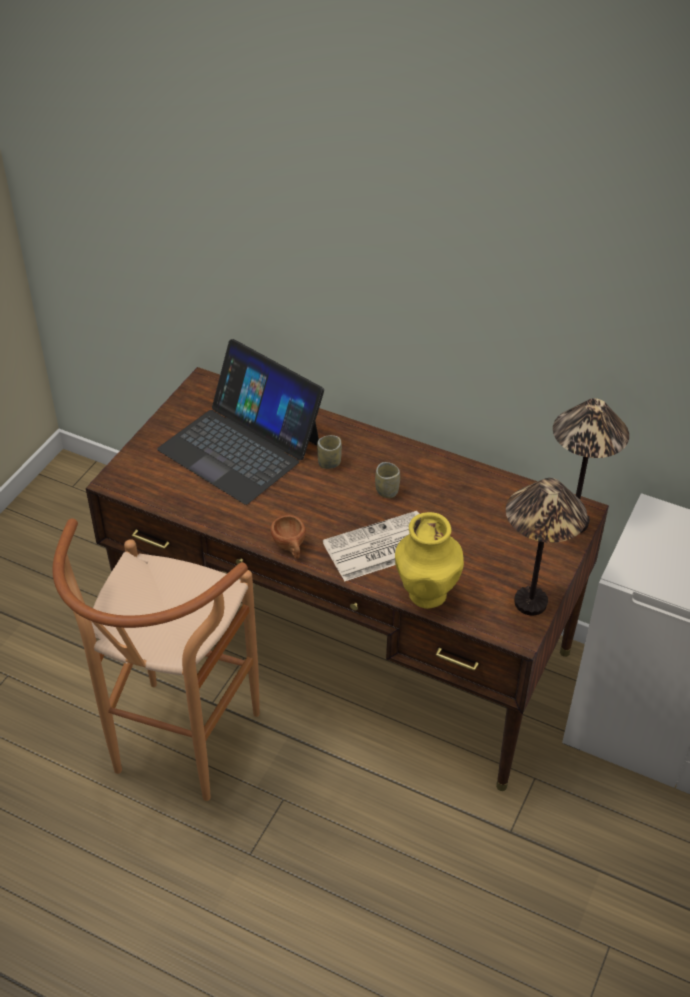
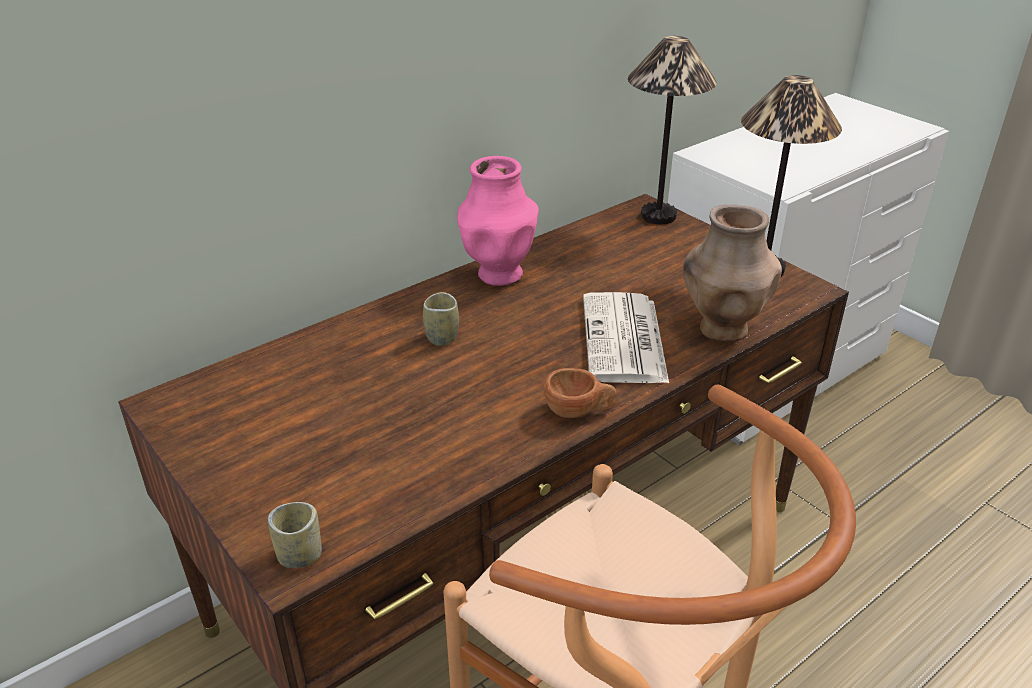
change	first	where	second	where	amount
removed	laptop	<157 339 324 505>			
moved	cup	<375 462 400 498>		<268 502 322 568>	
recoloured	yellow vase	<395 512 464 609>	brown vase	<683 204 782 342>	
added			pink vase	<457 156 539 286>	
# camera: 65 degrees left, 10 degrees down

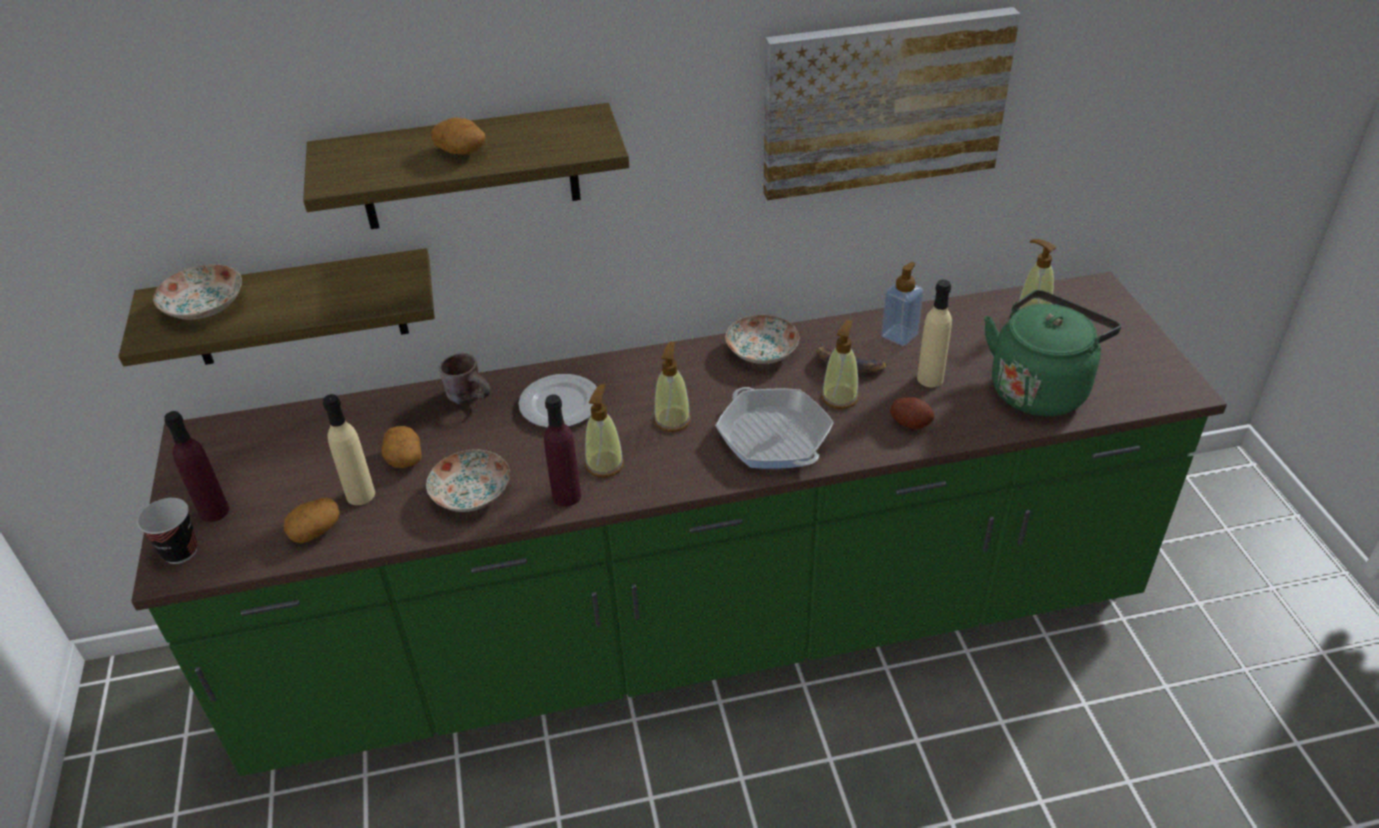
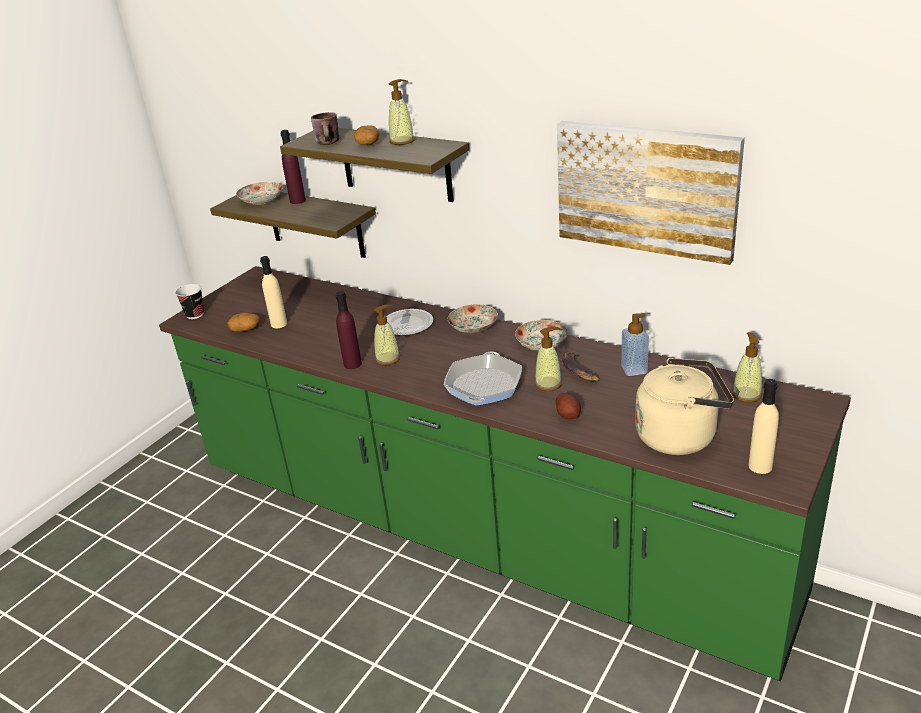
change	first	where	second	where	amount
moved	purple bottle	<165 411 229 522>		<280 130 306 204>	
removed	potato	<381 426 422 468>			
moved	plate	<426 449 510 512>		<448 304 498 333>	
moved	brown mug	<439 353 490 404>		<311 112 339 145>	
moved	soap dispenser	<654 341 691 432>		<389 79 415 145>	
moved	beige bottle	<917 279 952 387>		<748 379 779 474>	
recoloured	green kettle	<984 290 1121 416>	beige kettle	<635 358 734 455>	
# camera: 45 degrees right, 10 degrees down

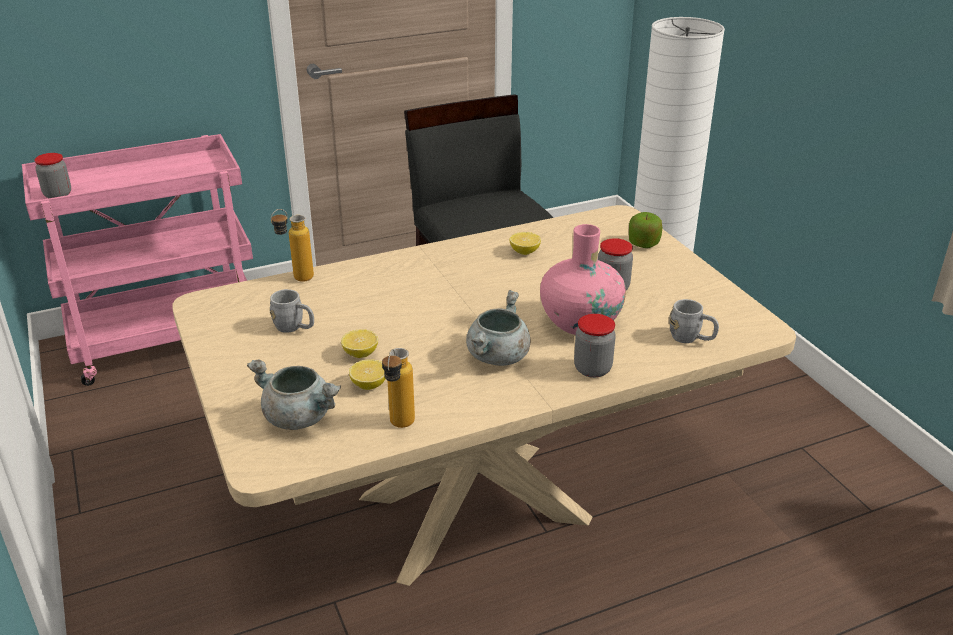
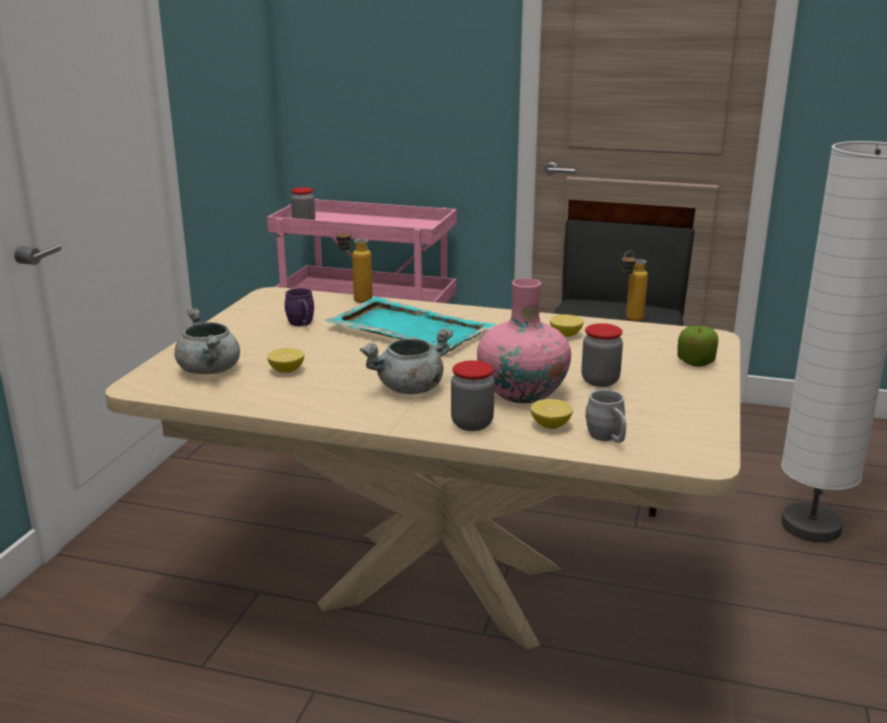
change	first	where	second	where	amount
recoloured	grey mug	<269 289 314 333>	purple mug	<284 288 314 326>	
moved	lemon	<341 329 378 358>		<531 399 573 429>	
moved	bottle	<382 348 415 428>		<621 251 648 321>	
added			turquoise tray	<324 297 496 351>	
# camera: 40 degrees right, 10 degrees down

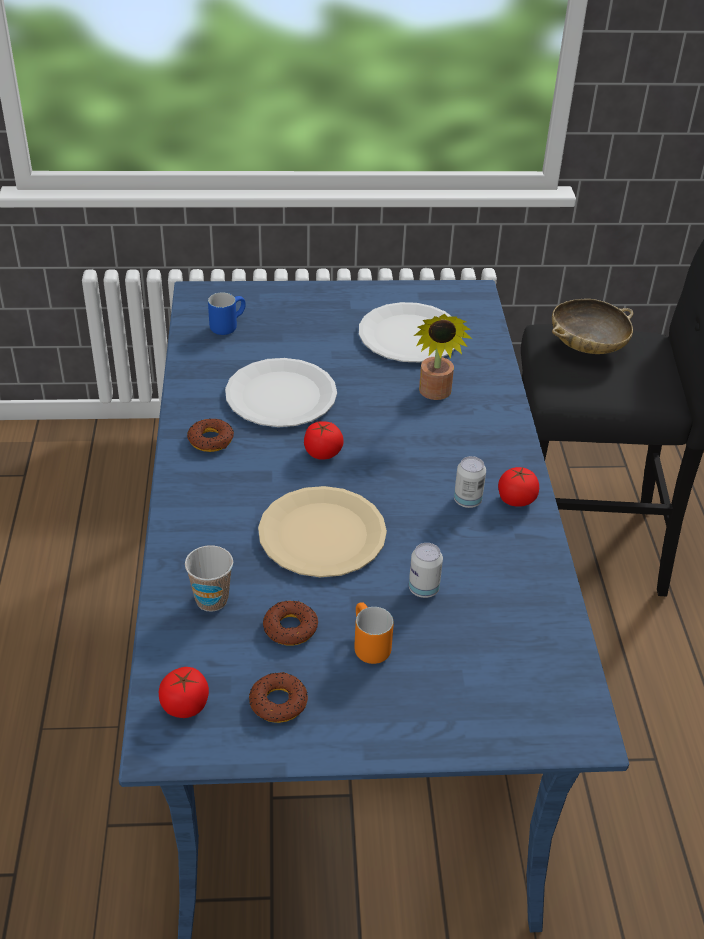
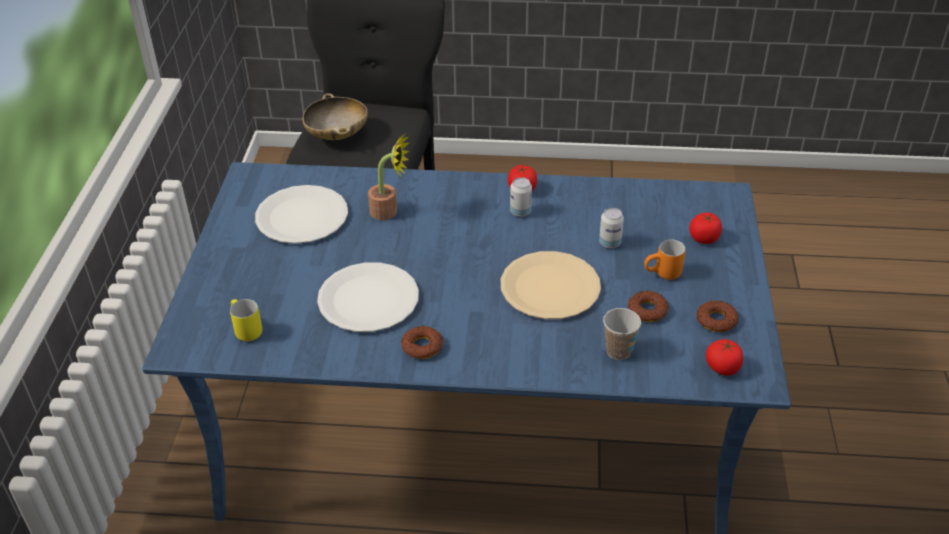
change	first	where	second	where	amount
recoloured	blue mug	<208 292 246 335>	yellow mug	<230 299 262 341>	
moved	tomato	<304 421 344 460>		<689 212 722 244>	
# camera: 80 degrees left, 0 degrees up

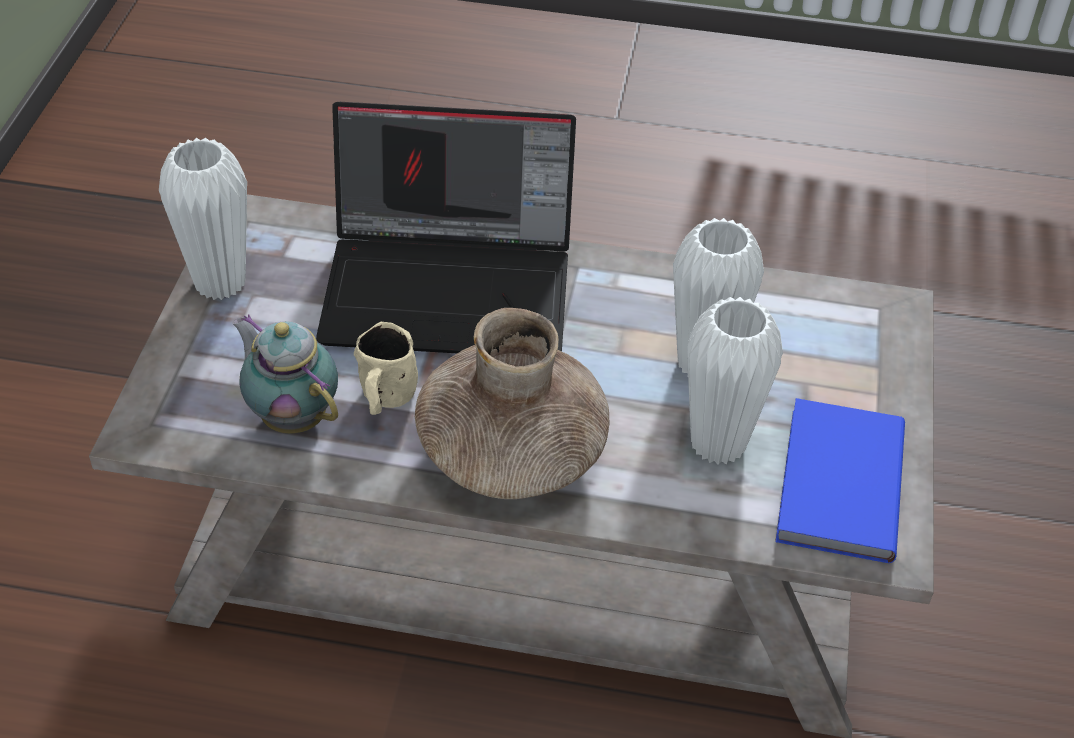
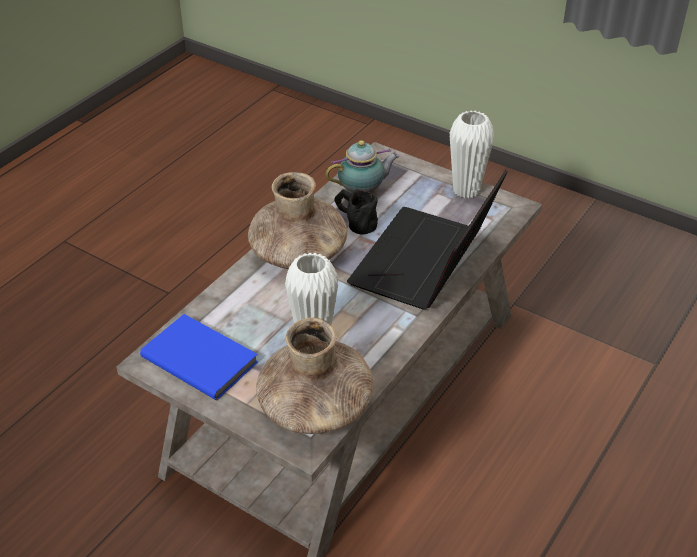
change	first	where	second	where	amount
recoloured	beige mug	<354 322 418 415>	black mug	<335 189 378 234>	
removed	white vase	<687 297 783 465>			
added			brown vase	<256 318 373 434>	
# camera: 115 degrees right, 5 degrees down

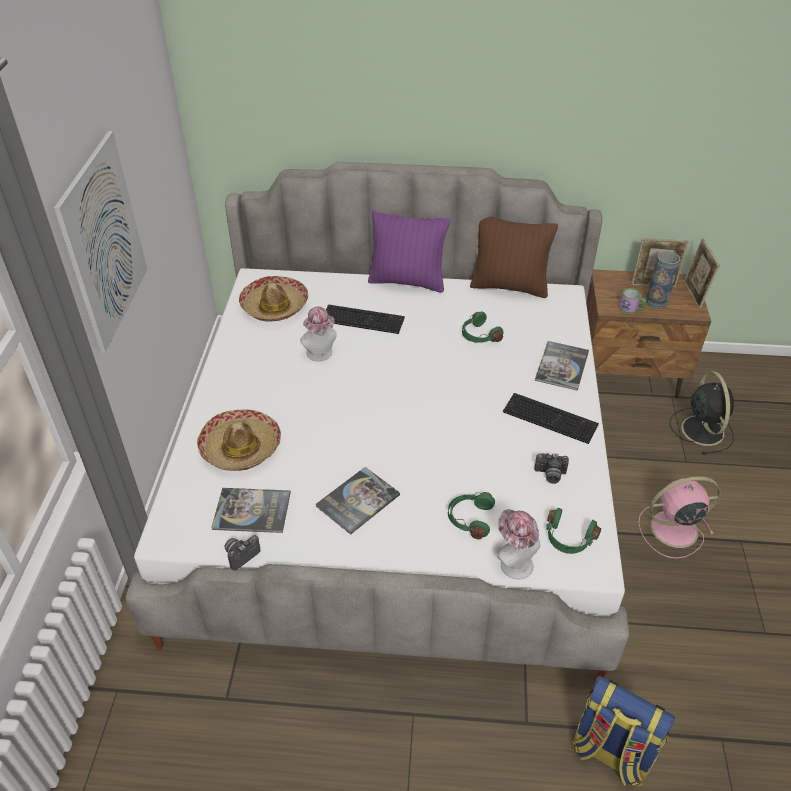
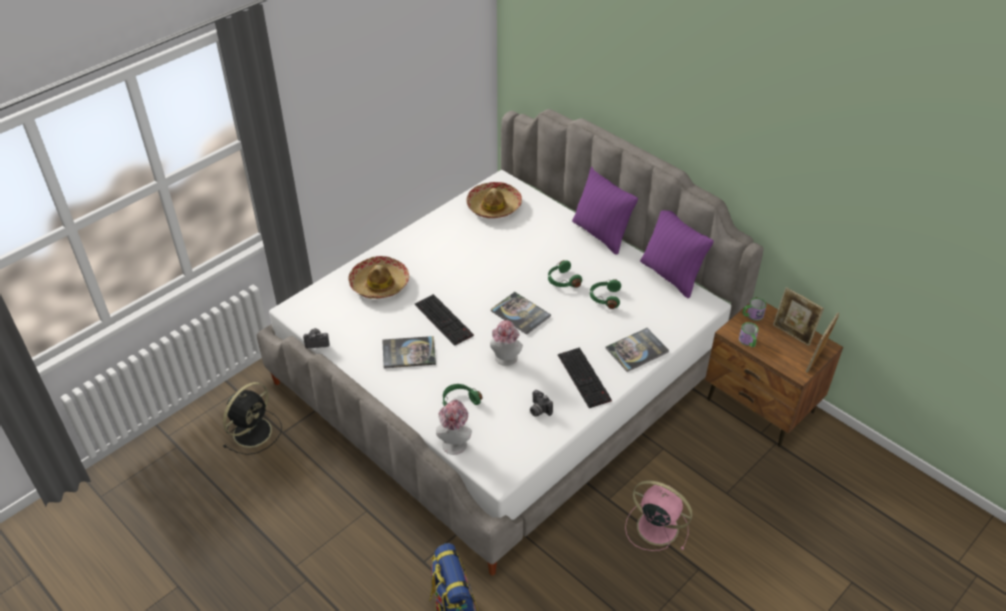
change	first	where	second	where	amount
removed	picture	<54 131 147 353>			
moved	book	<211 488 291 533>		<491 292 551 335>	
moved	hat	<300 307 337 361>		<490 320 523 366>	
moved	keyboard	<326 305 405 334>		<415 294 474 346>	
recoloured	brown pillow	<470 216 558 298>	purple pillow	<640 210 714 298>	
moved	green headphones	<546 508 601 554>		<548 260 582 288>	
removed	vase	<646 251 680 309>			
moved	black fan	<670 371 734 455>		<223 382 282 455>	
added			mug	<742 298 767 321>	
# camera: 40 degrees right, 0 degrees up

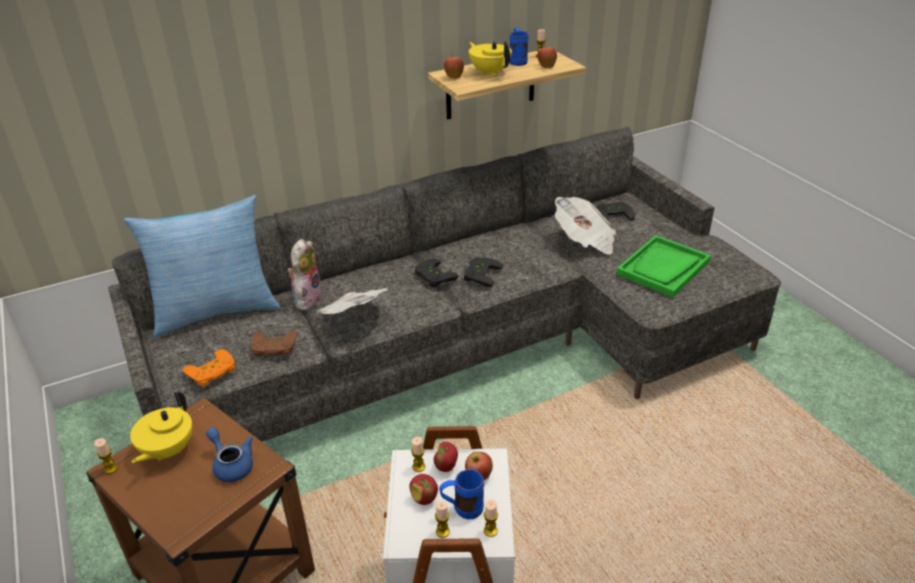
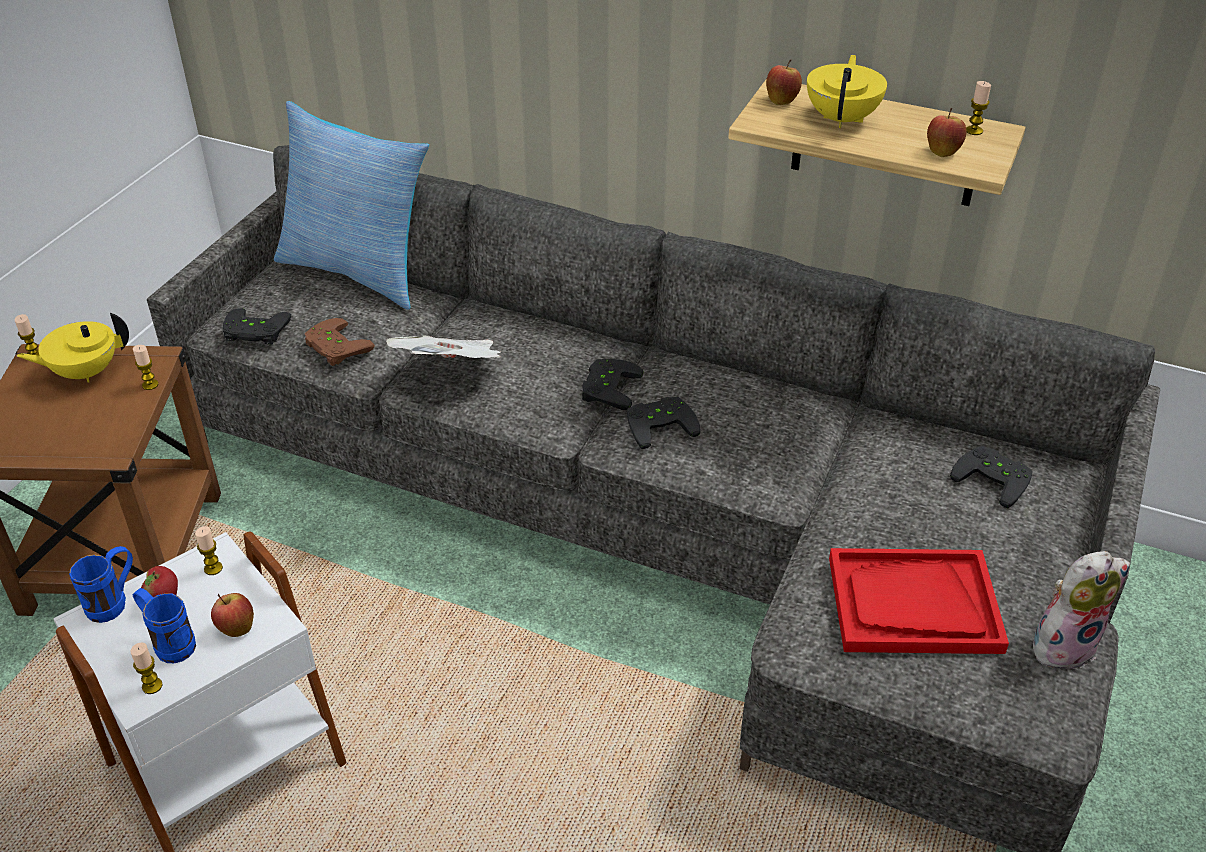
change	first	where	second	where	amount
recoloured	orange game controller	<182 349 235 387>	black game controller	<223 308 291 345>	
removed	blue teapot	<206 427 253 482>			
moved	plush toy	<288 239 322 310>		<1033 551 1130 670>	
removed	apple	<434 442 458 472>			
moved	candle	<435 501 450 538>		<133 345 159 390>	
moved	blue mug	<509 27 529 66>		<69 546 133 623>	
removed	newspaper	<555 197 616 255>			
recoloured	green tray	<616 235 711 298>	red tray	<829 548 1009 654>	
# camera: 50 degrees right, 5 degrees up

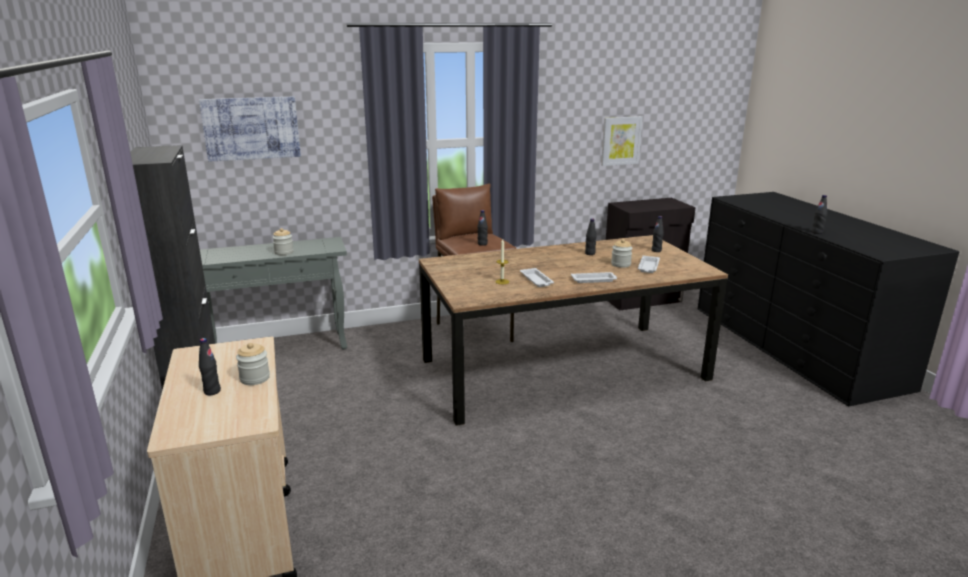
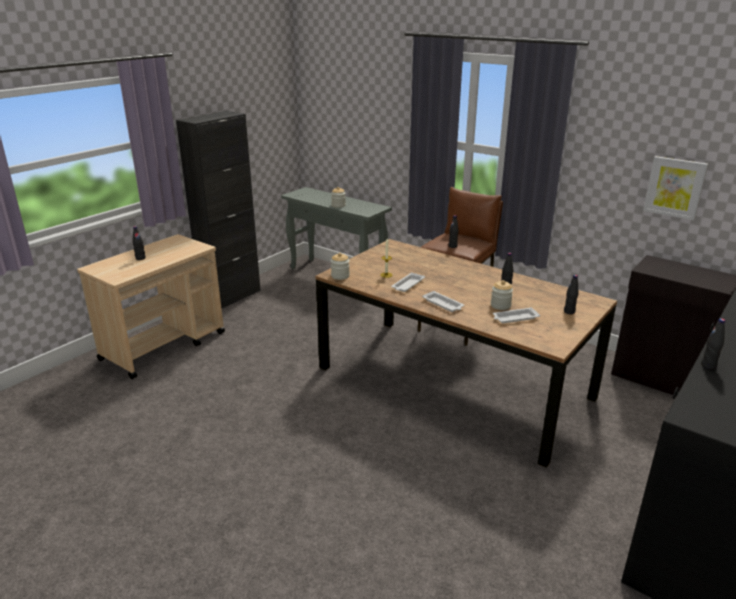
change	first	where	second	where	amount
removed	picture	<199 97 301 162>			
moved	jar	<236 343 270 385>		<331 253 350 280>	
# camera: 55 degrees right, 5 degrees up

